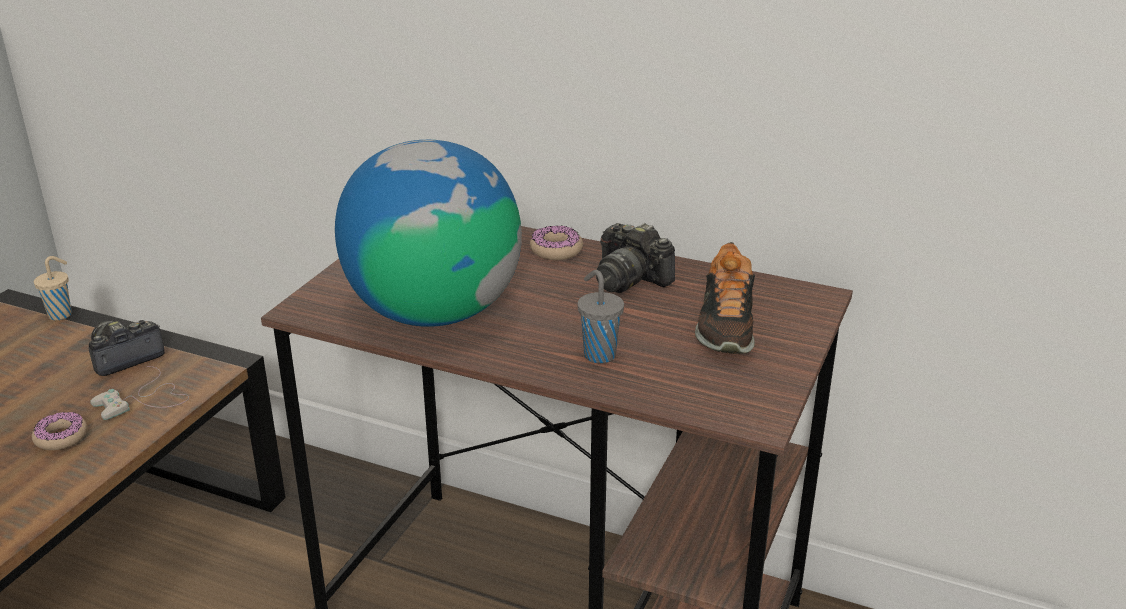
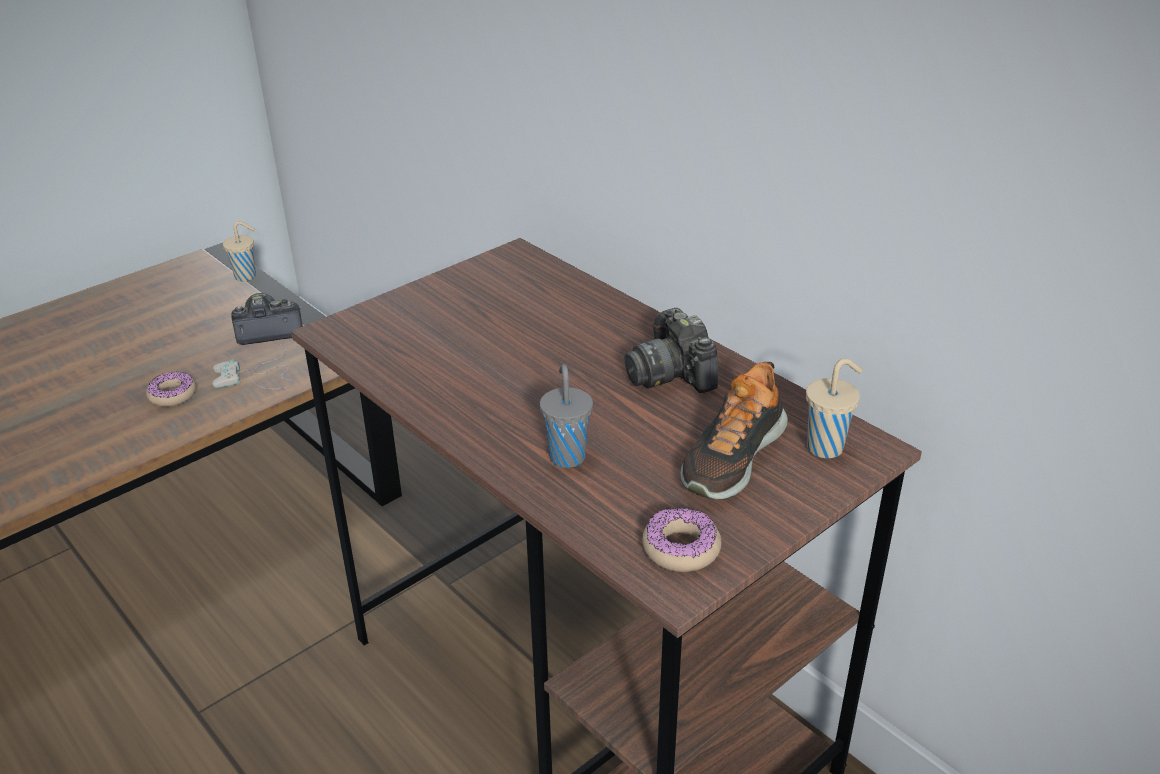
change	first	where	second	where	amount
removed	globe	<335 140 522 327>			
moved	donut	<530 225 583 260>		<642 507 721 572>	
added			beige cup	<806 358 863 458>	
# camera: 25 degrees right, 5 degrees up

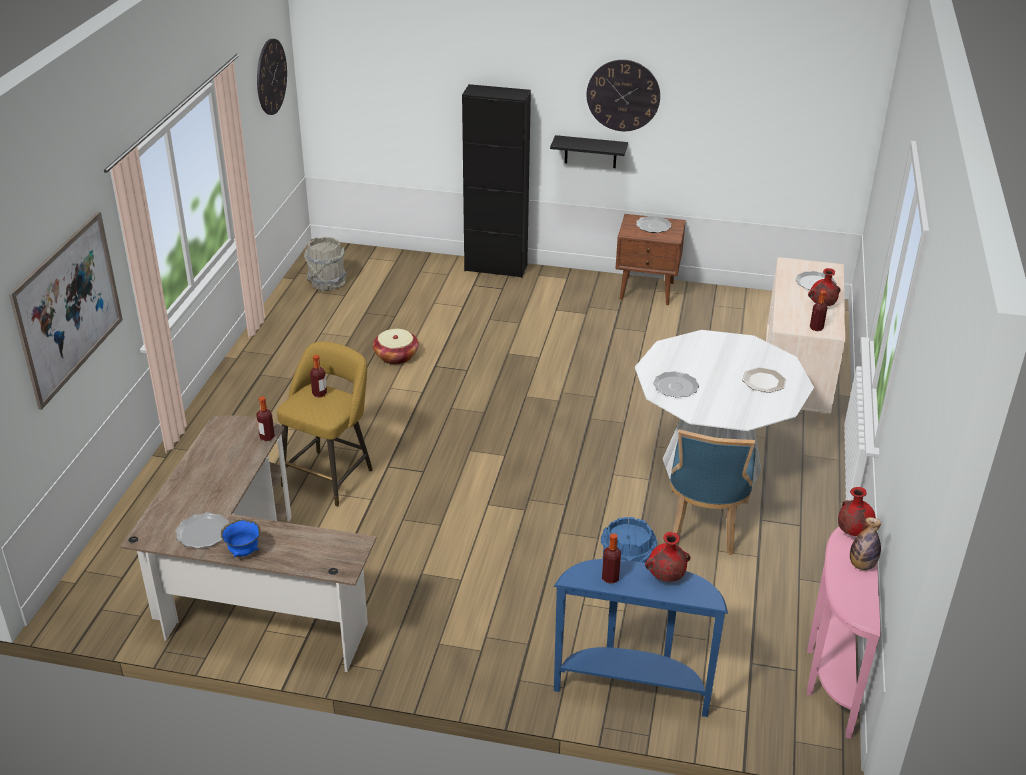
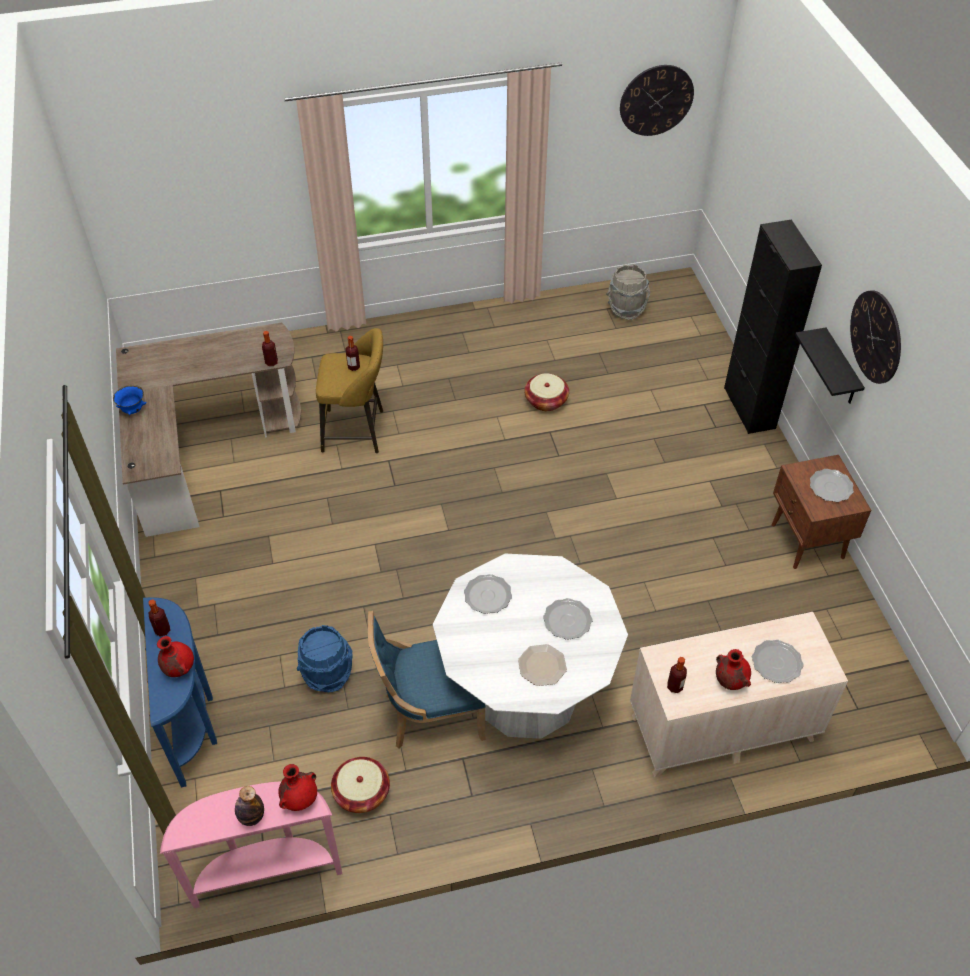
change	first	where	second	where	amount
removed	picture	<9 211 123 410>			
moved	plate	<176 512 229 548>		<543 598 593 640>	
added			basket	<331 757 390 813>	
# camera: 65 degrees right, 15 degrees up

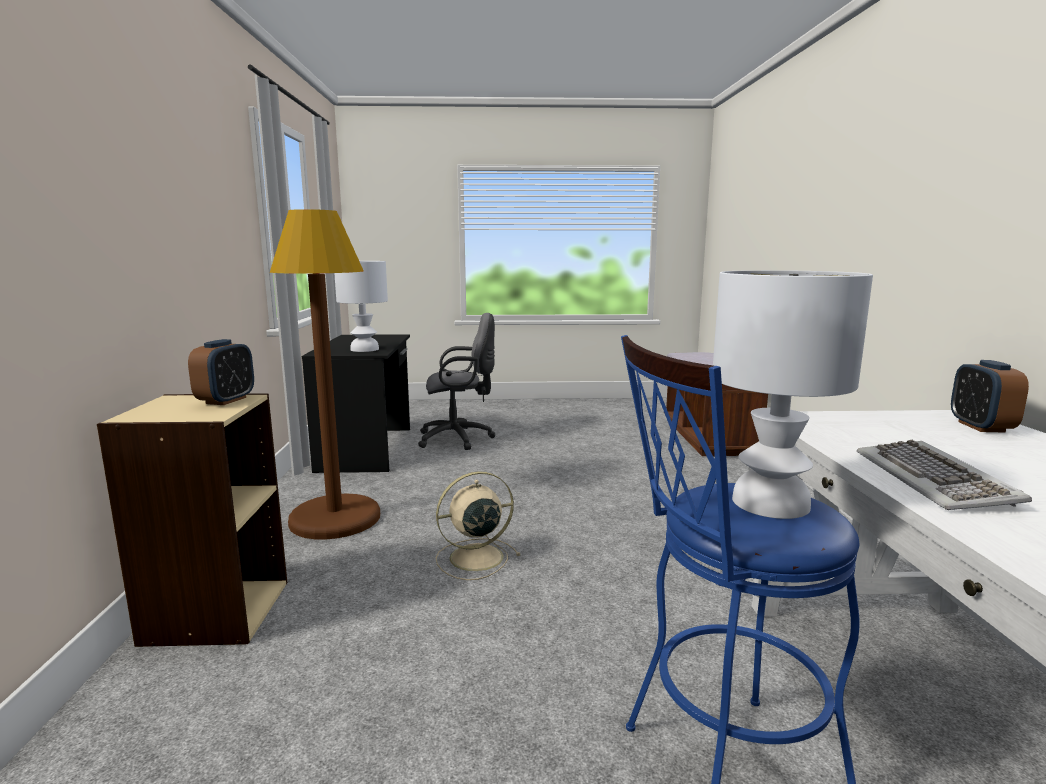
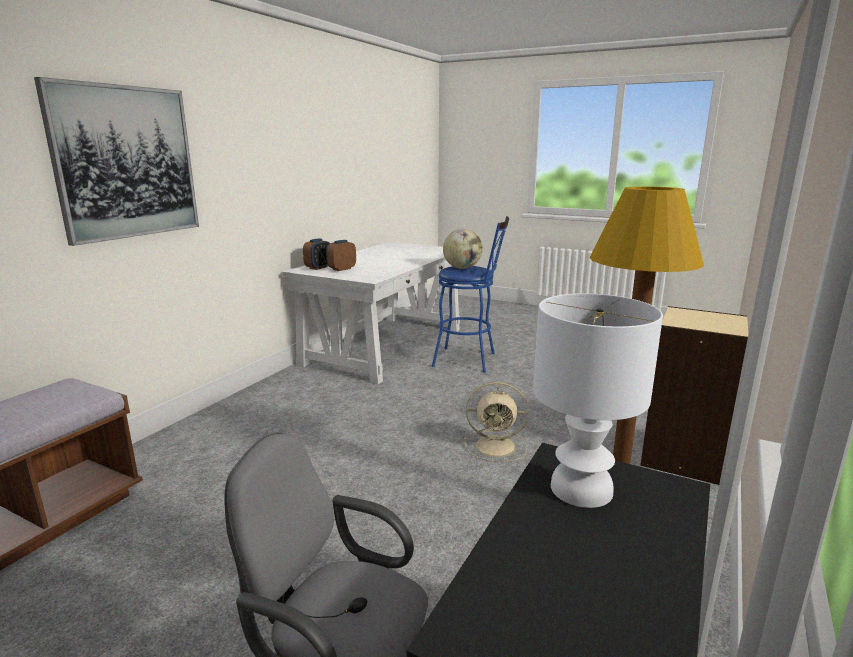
change	first	where	second	where	amount
moved	alarm clock	<188 339 254 405>		<326 240 356 271>	
replaced	white table lamp	<713 270 873 519>	globe	<443 229 483 269>	
removed	keyboard	<857 440 1032 510>			
added			picture	<34 77 199 246>	
# camera: 150 degrees left, 5 degrees up

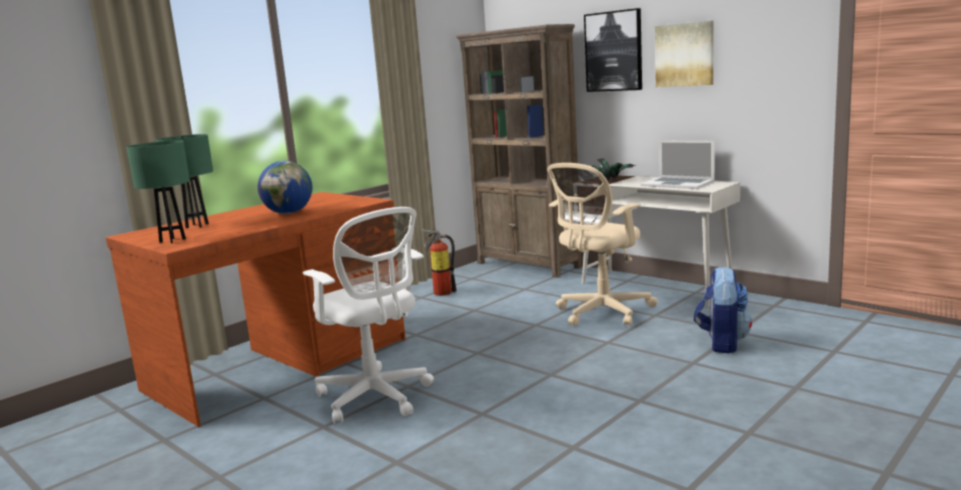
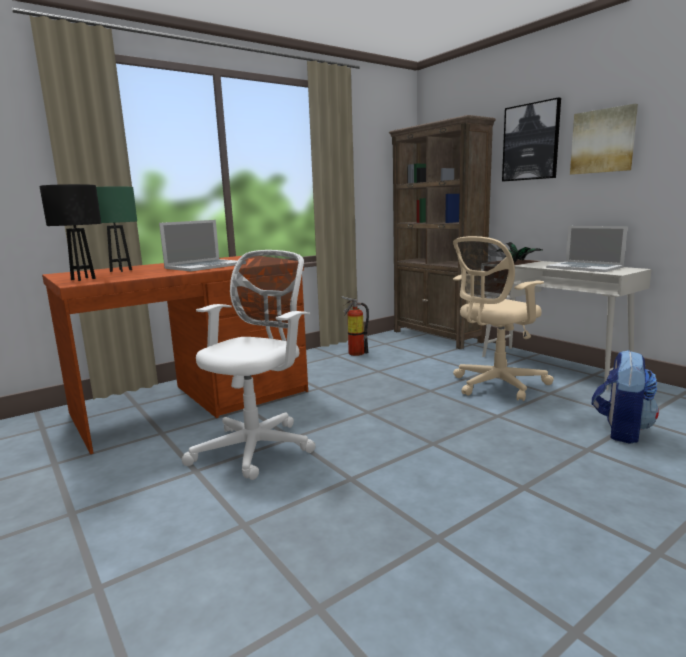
change	first	where	second	where	amount
recoloured	green table lamp	<126 141 190 243>	black table lamp	<39 184 101 281>	
replaced	globe	<258 161 312 214>	laptop	<159 220 238 271>	
turned	white office chair	<302 207 434 424>		<181 250 316 480>	120 degrees counterclockwise
# camera: 10 degrees right, 0 degrees up

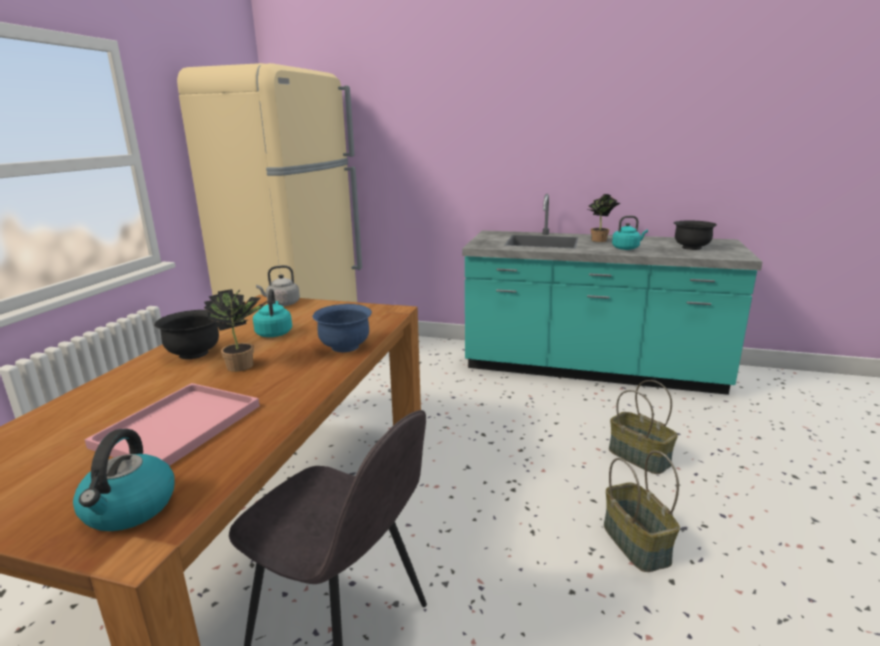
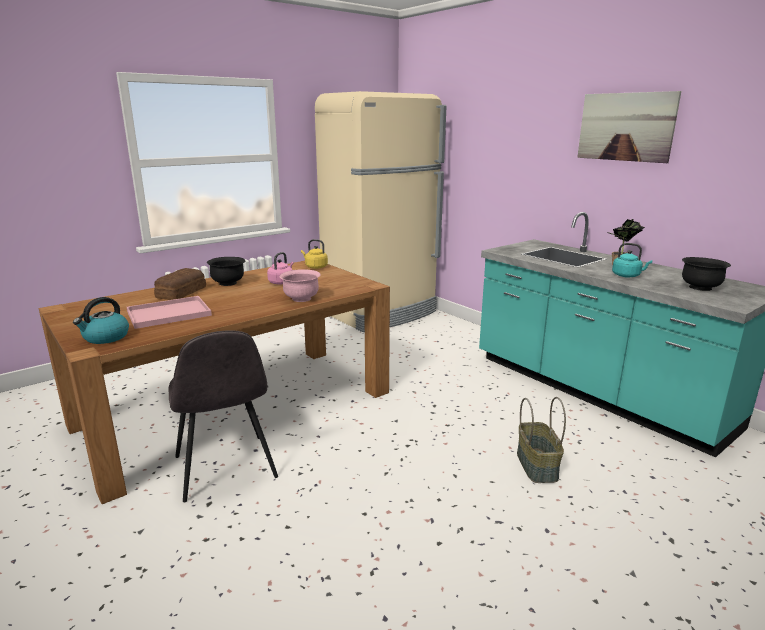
change	first	where	second	where	amount
removed	potted plant	<204 289 267 372>			
recoloured	turquoise kettle	<253 289 292 337>	pink kettle	<267 252 293 285>	
recoloured	grey kettle	<256 265 300 306>	yellow kettle	<301 239 328 269>	
recoloured	blue bowl	<313 304 372 352>	pink bowl	<280 269 321 302>	
removed	basket	<604 450 680 572>			
added			bread	<154 268 206 300>	
added			picture	<577 91 681 163>	
# camera: 35 degrees right, 0 degrees up

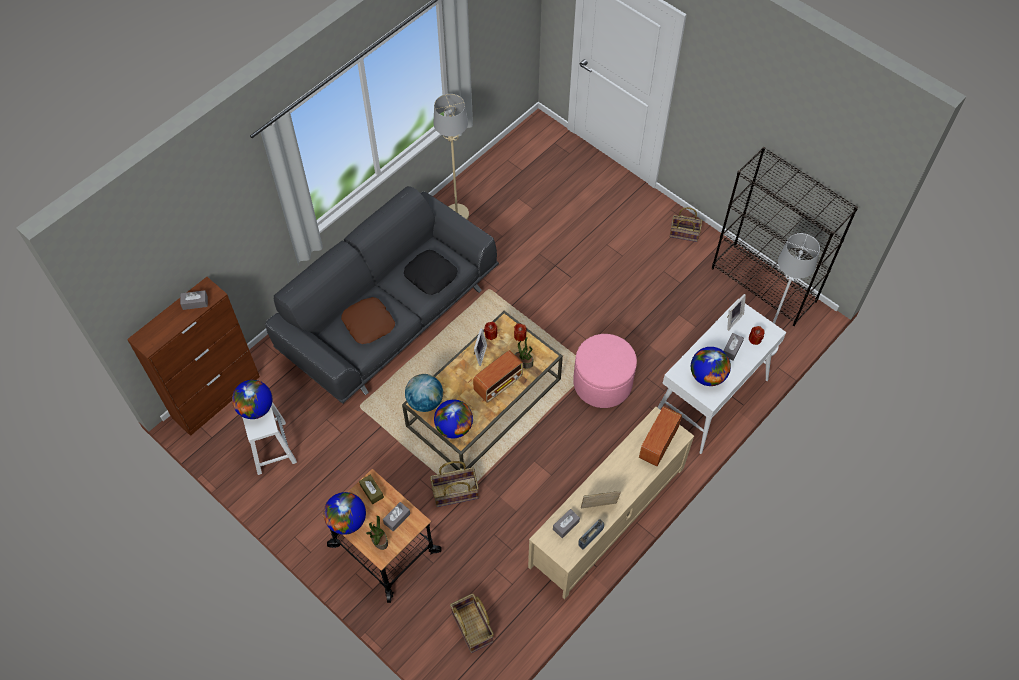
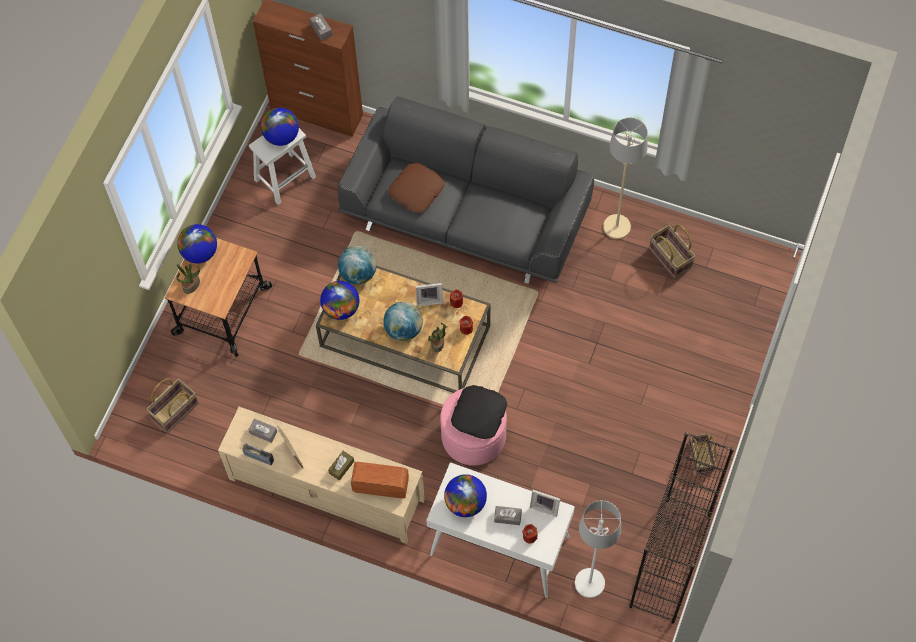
change	first	where	second	where	amount
moved	brown tissue box	<359 475 384 504>		<328 451 354 480>	
removed	grey tissue box	<383 502 410 532>			
moved	black pillow	<404 250 458 295>		<451 385 507 439>	
moved	basket	<430 461 479 507>		<649 225 695 279>	
replaced	radio	<473 350 523 403>	globe	<384 302 423 341>	
# camera: 70 degrees right, 5 degrees up

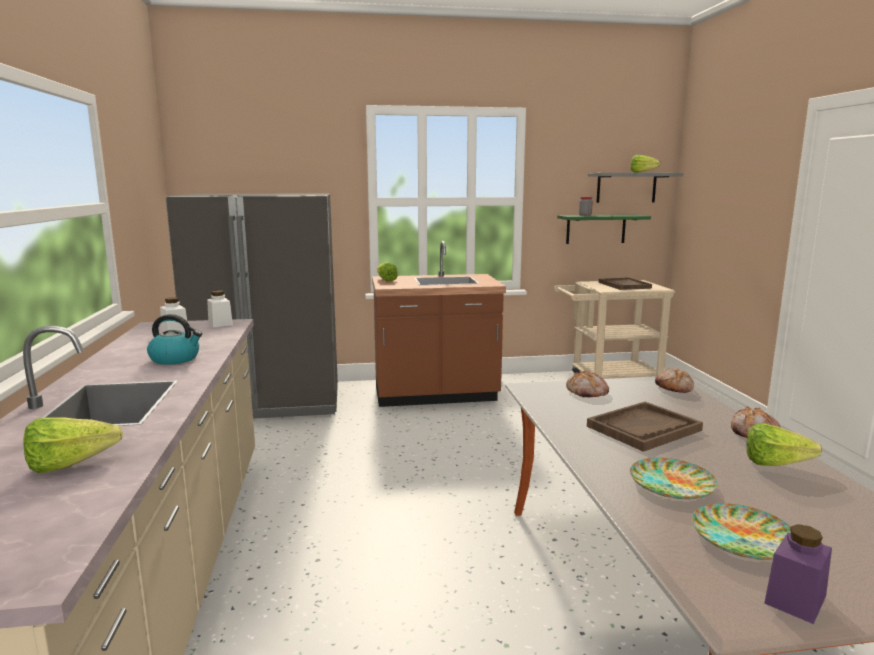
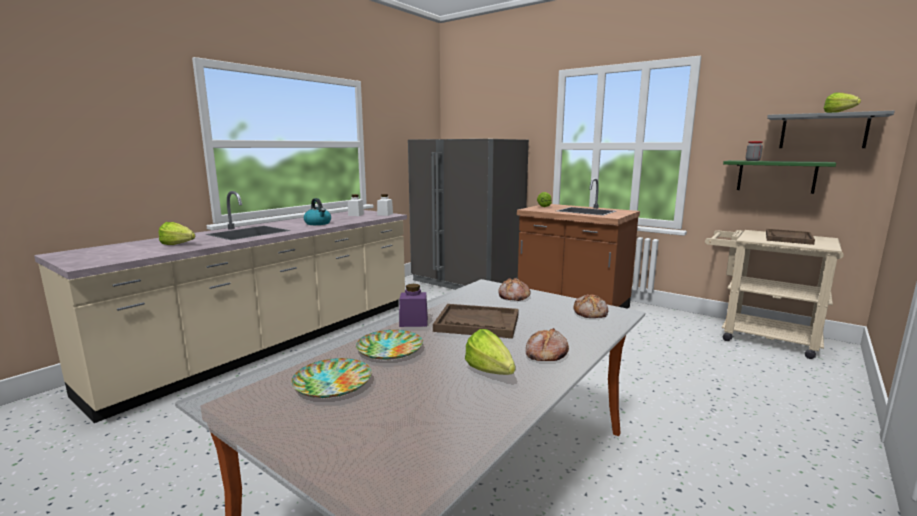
change	first	where	second	where	amount
moved	purple jar	<764 524 832 624>		<399 284 428 327>	
# camera: 45 degrees right, 0 degrees up

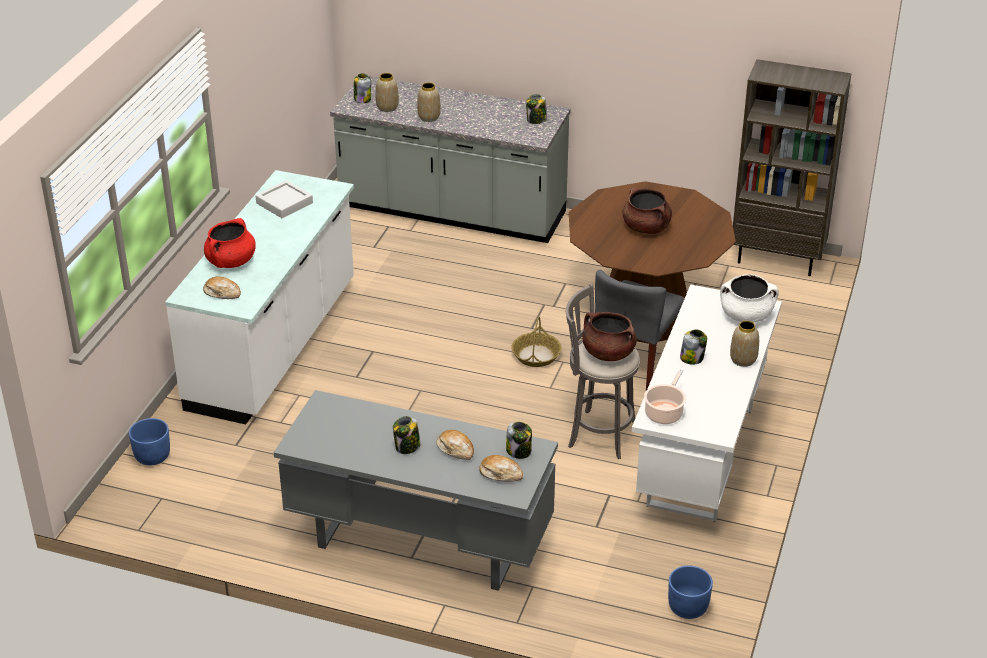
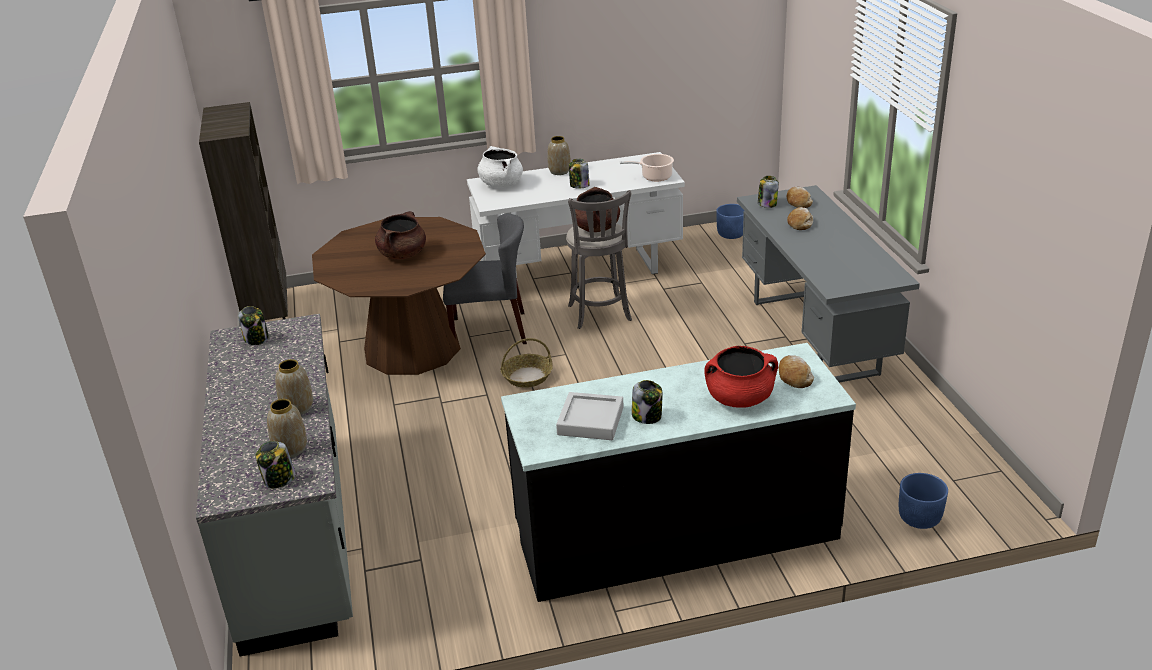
change	first	where	second	where	amount
recoloured	white counter	<165 170 354 424>	black counter	<501 343 856 602>	
moved	jar	<393 416 421 454>		<632 380 662 424>	
# camera: 120 degrees left, 5 degrees down

